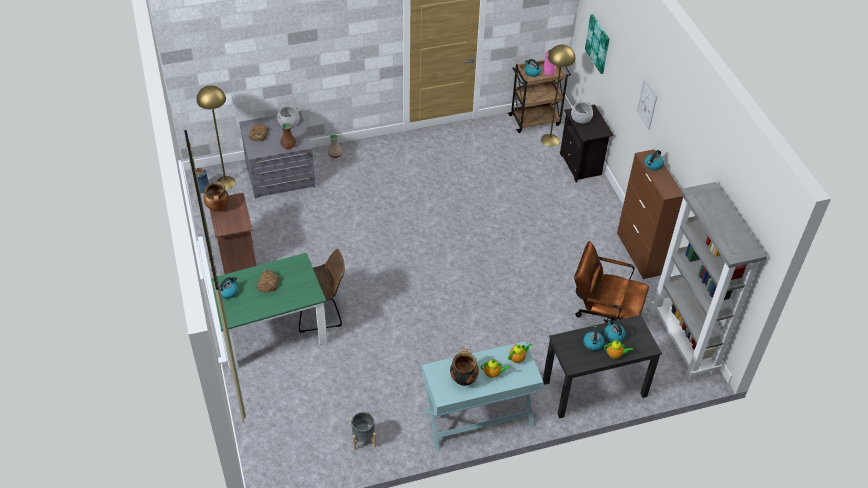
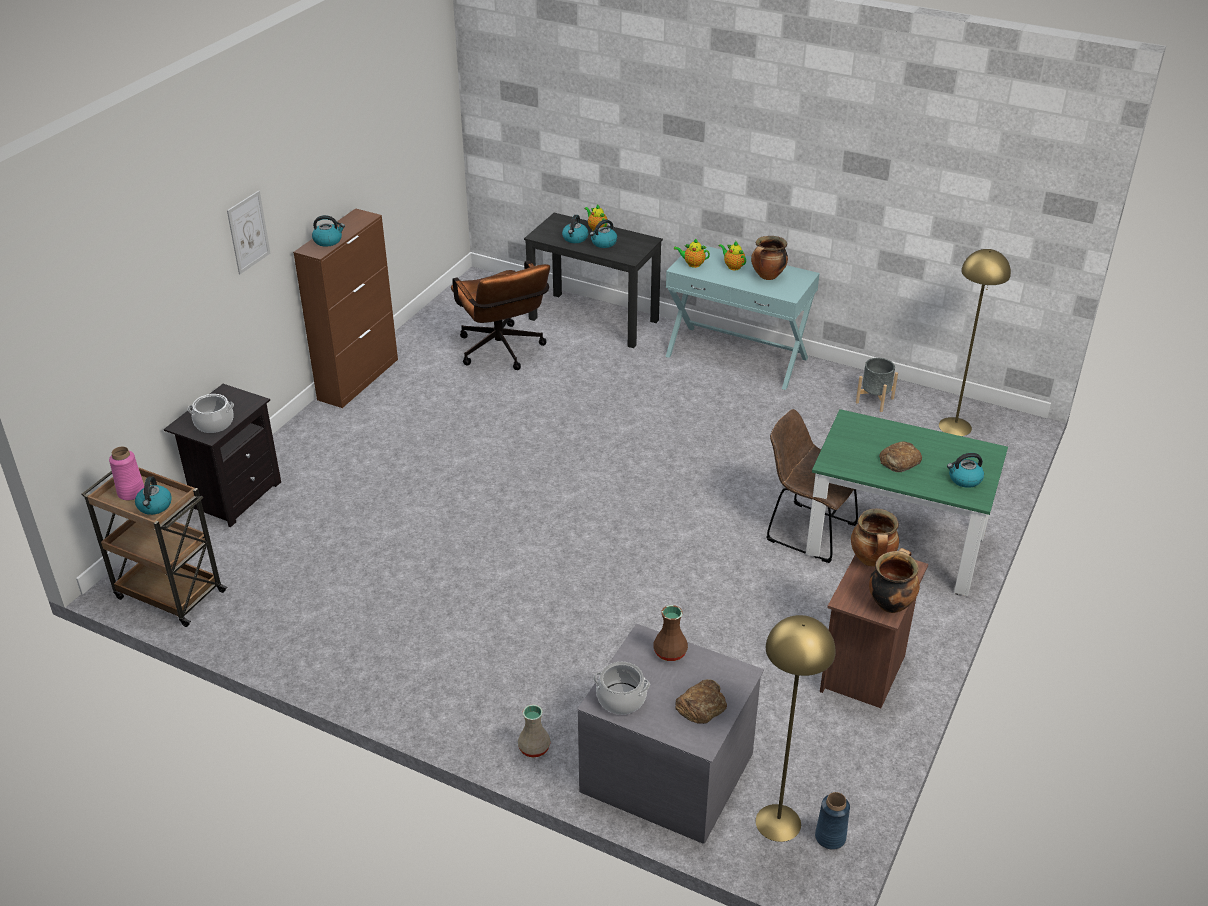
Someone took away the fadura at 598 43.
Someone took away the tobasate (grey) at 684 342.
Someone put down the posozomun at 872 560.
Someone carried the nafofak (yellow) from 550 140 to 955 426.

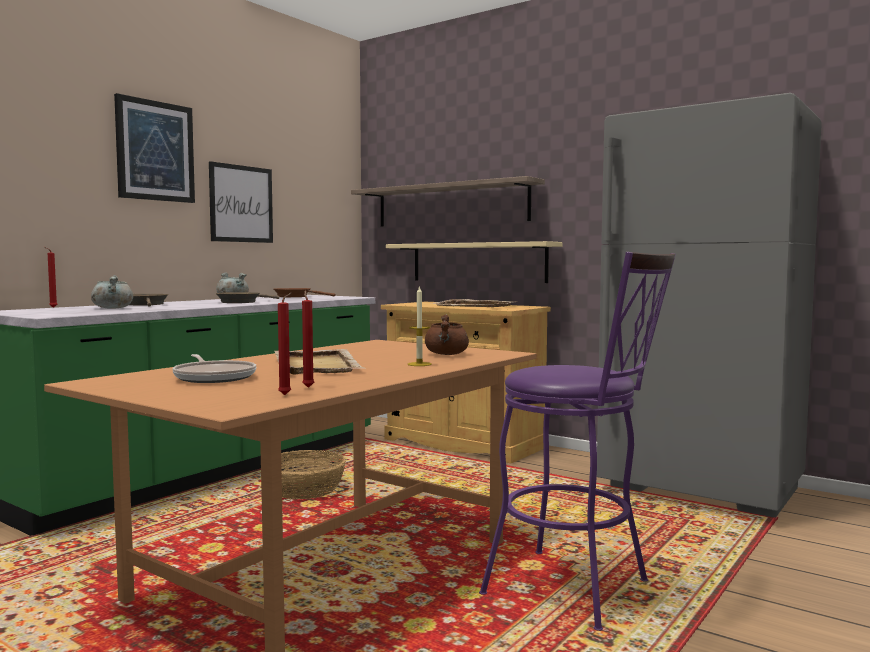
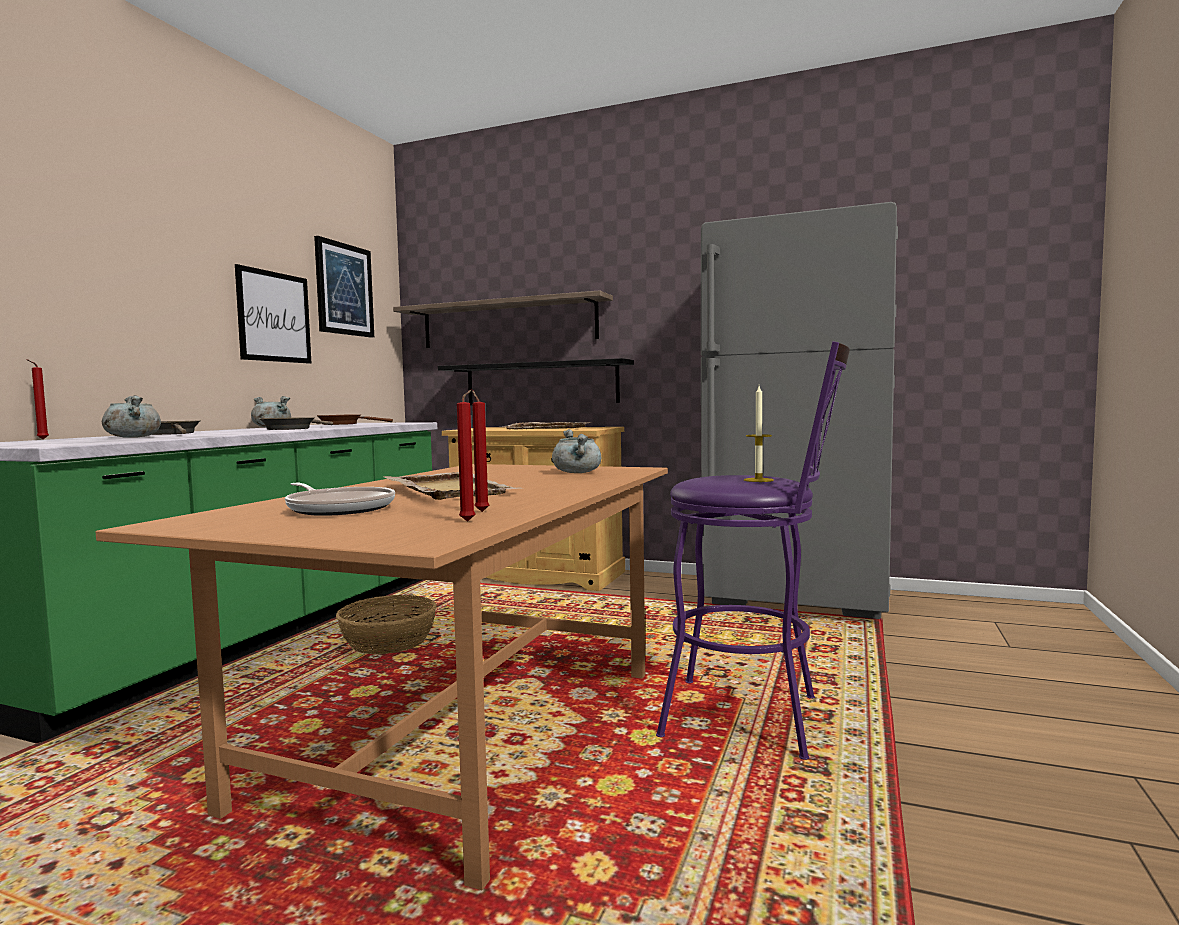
Someone carried the fadura from 155 151 to 344 289.
Someone carried the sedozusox from 419 364 to 758 480.
Someone repainted the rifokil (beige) at 477 262, which became the rifokil (black) at 541 383.
Someone repainted the posozomun (brown) at 447 354, which became the posozomun (grey) at 578 472.

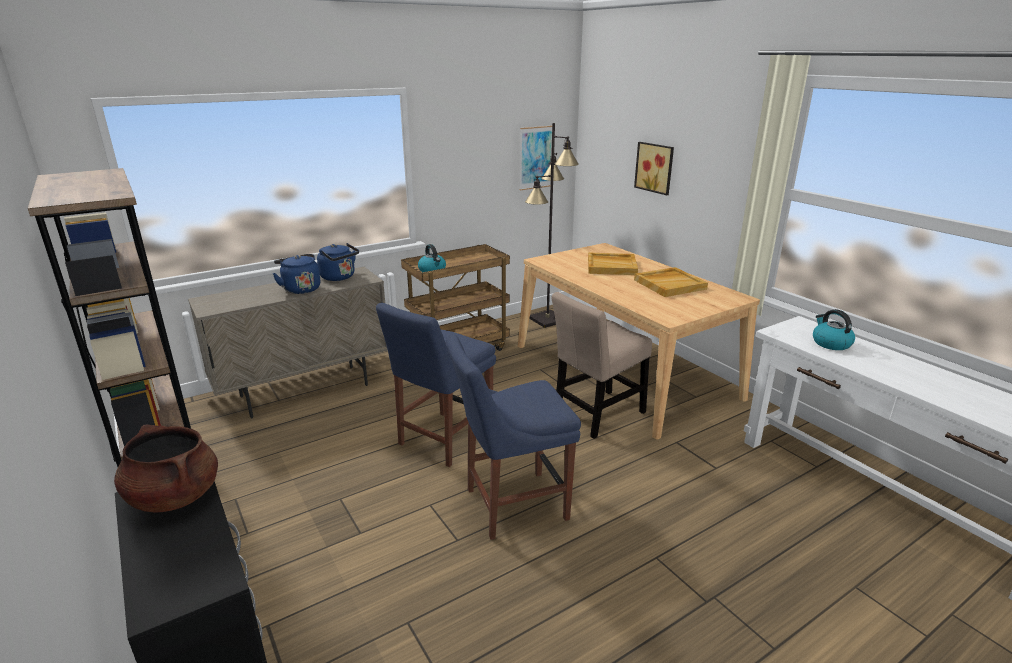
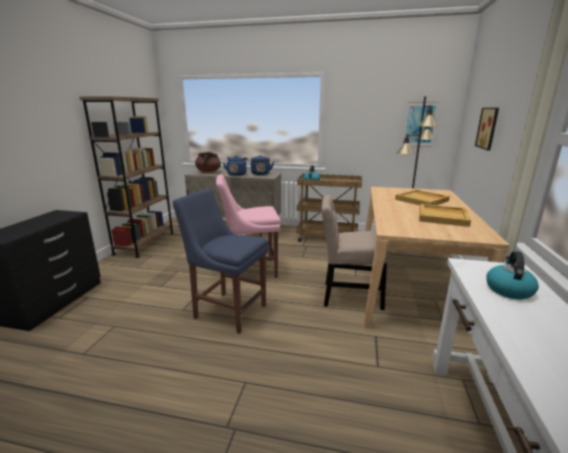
Someone carried the posozomun (brown) from 174 496 to 208 172.
Someone repainted the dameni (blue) at 442 440, which became the dameni (pink) at 250 270.

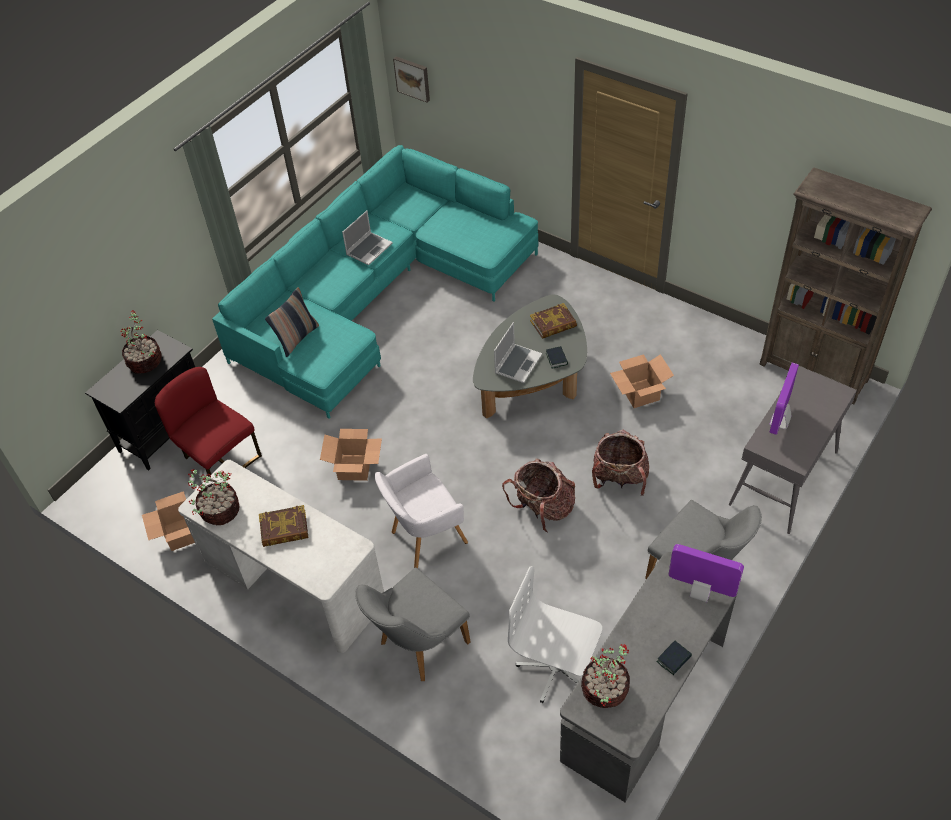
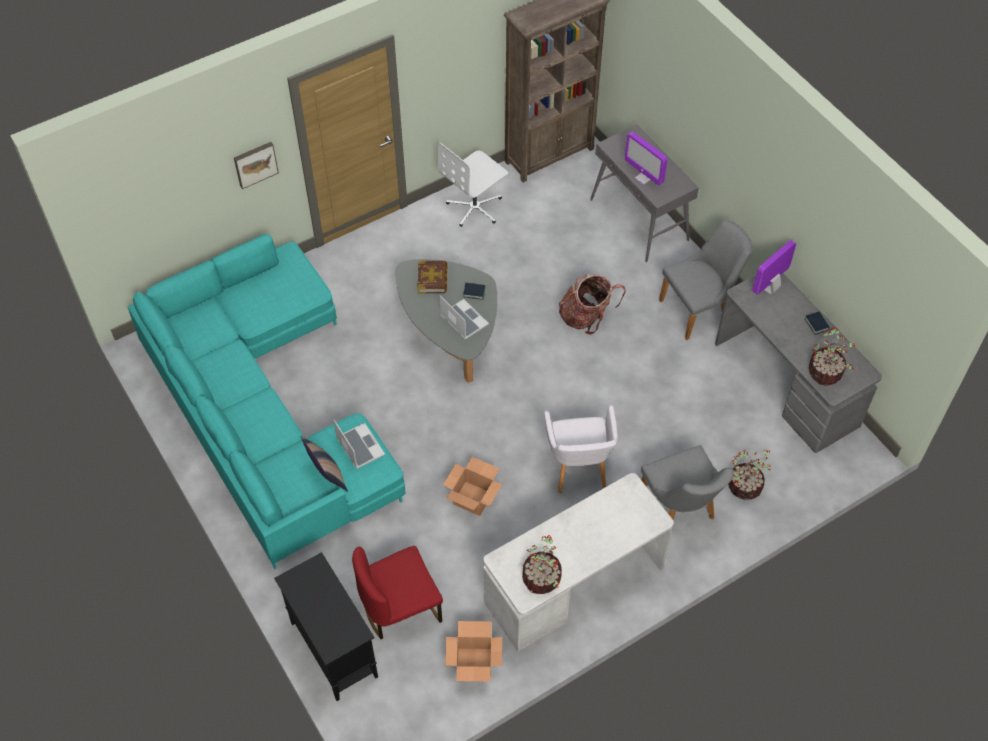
Someone took away the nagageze at 284 529.
Someone took away the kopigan at 543 509.
Someone took away the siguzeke at 640 394.
Someone carried the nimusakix from 145 362 to 745 486.
Someone carried the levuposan from 369 249 to 359 446.
Someone carried the fadura from 413 78 to 255 164.
Someone carried the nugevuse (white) from 556 669 to 475 207.

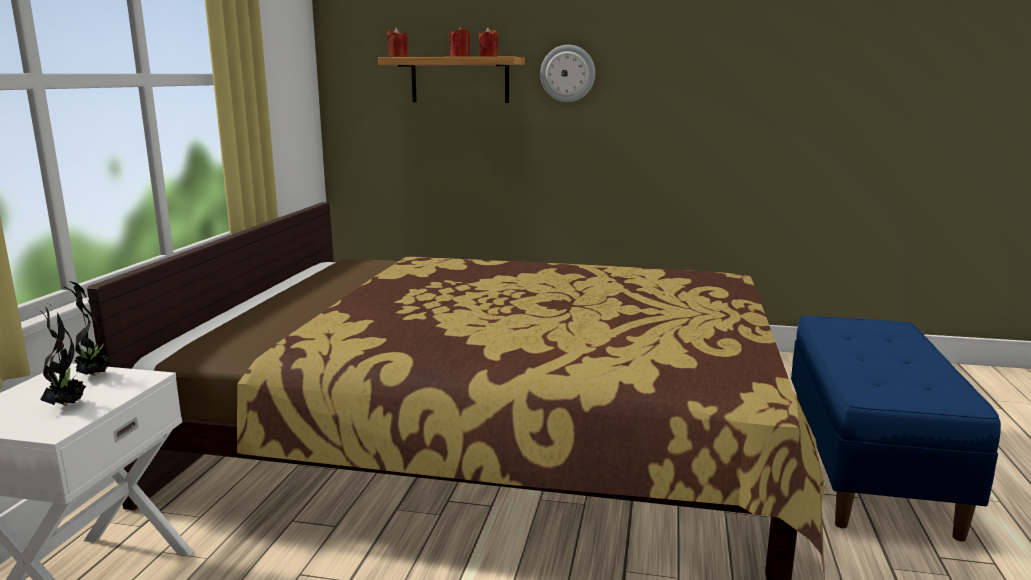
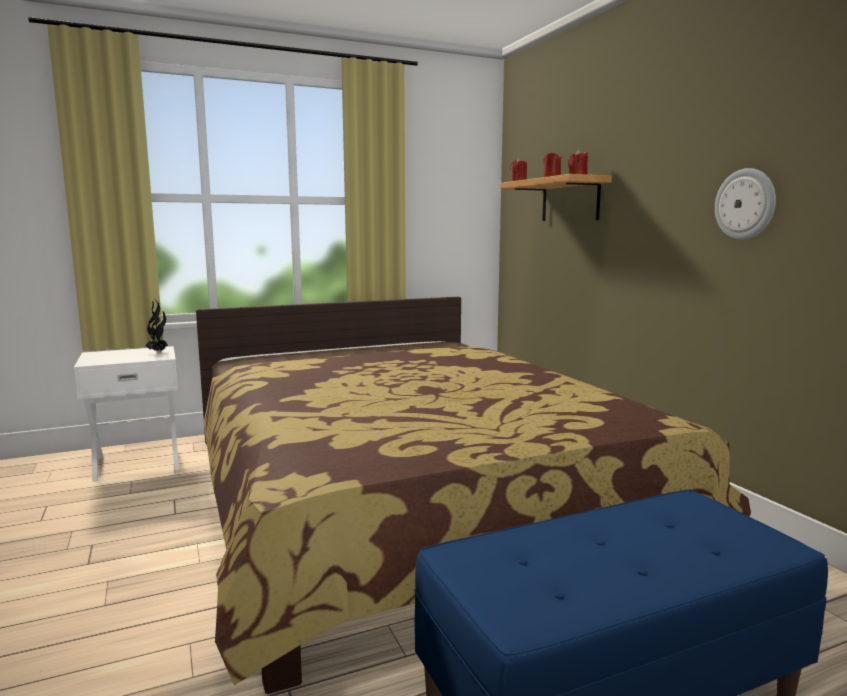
Someone took away the nimusakix at 67 405.
Someone carried the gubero from 567 73 to 745 204.

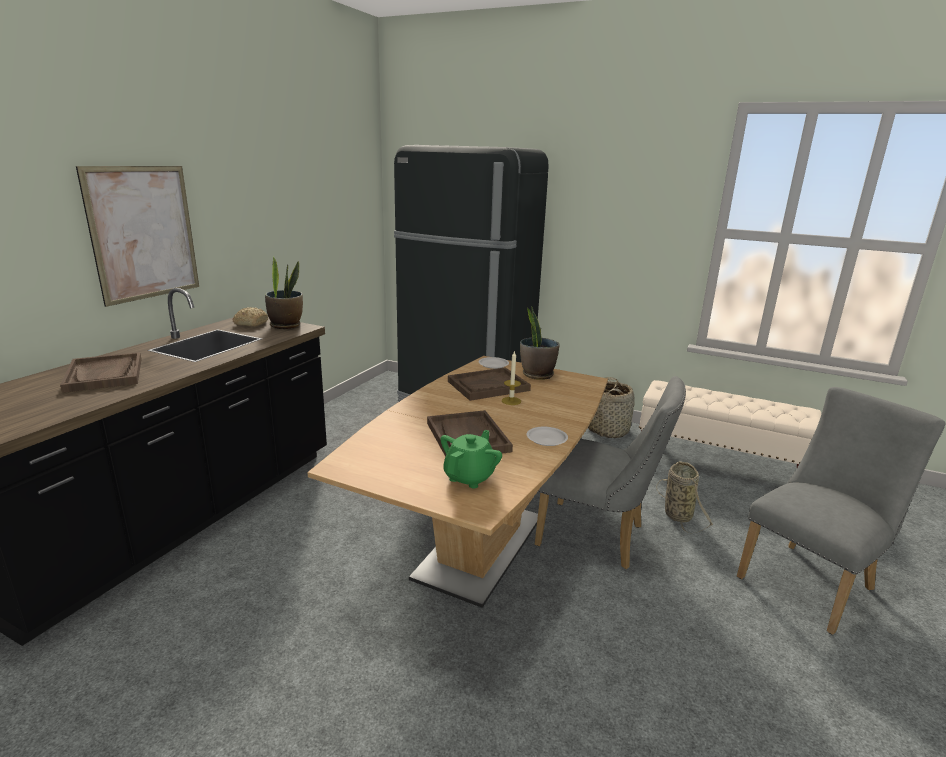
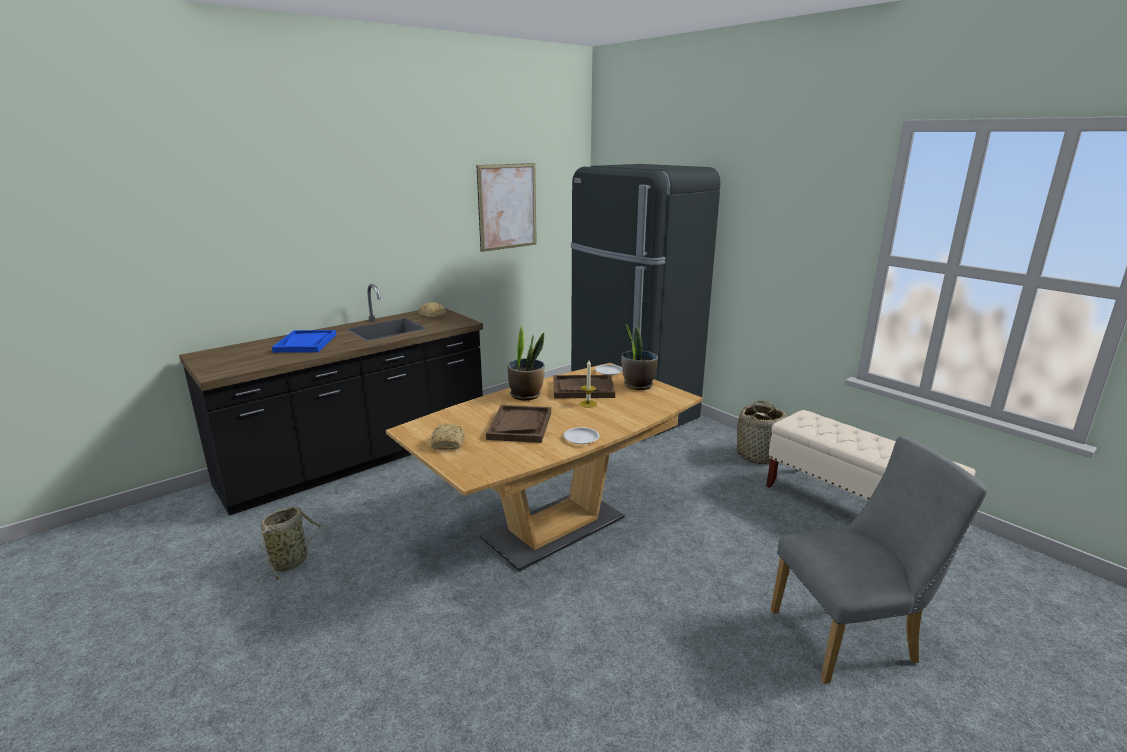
Someone took away the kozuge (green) at 469 477.
Someone took away the dameni (grey) at 598 537.
Someone put down the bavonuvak at 449 443.
Someone carried the fadura from 144 233 to 507 207.
Someone carried the nimusakix from 286 325 to 526 395.
Someone carried the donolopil from 676 513 to 292 561.
Someone repainted the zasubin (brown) at 105 374, which became the zasubin (blue) at 305 343.

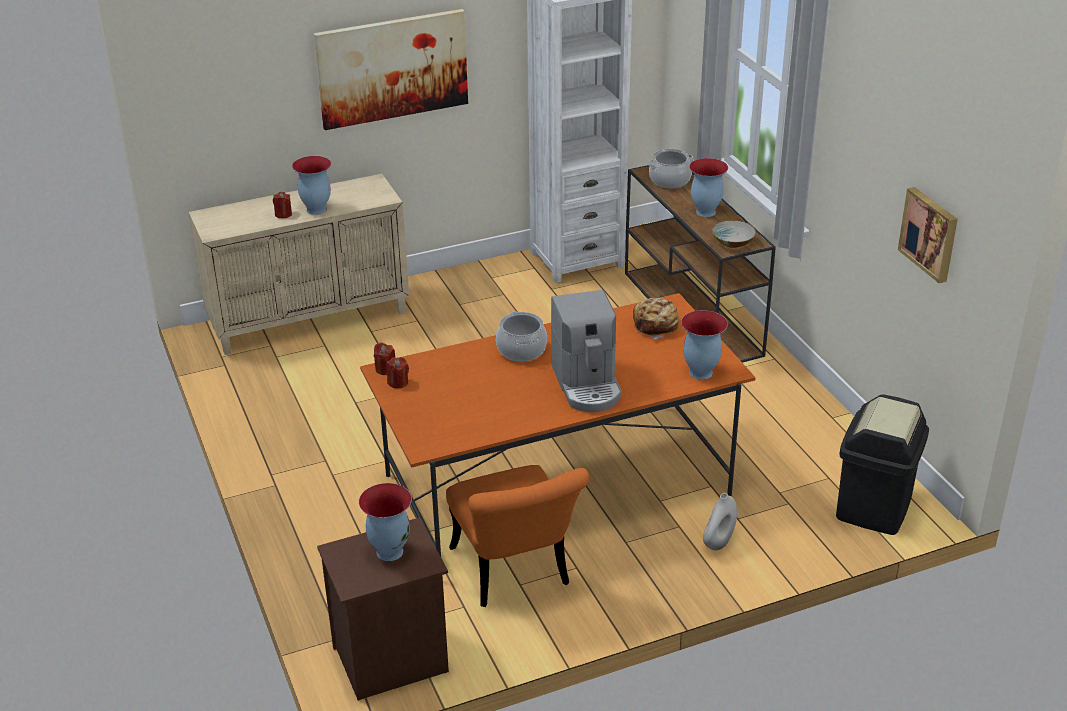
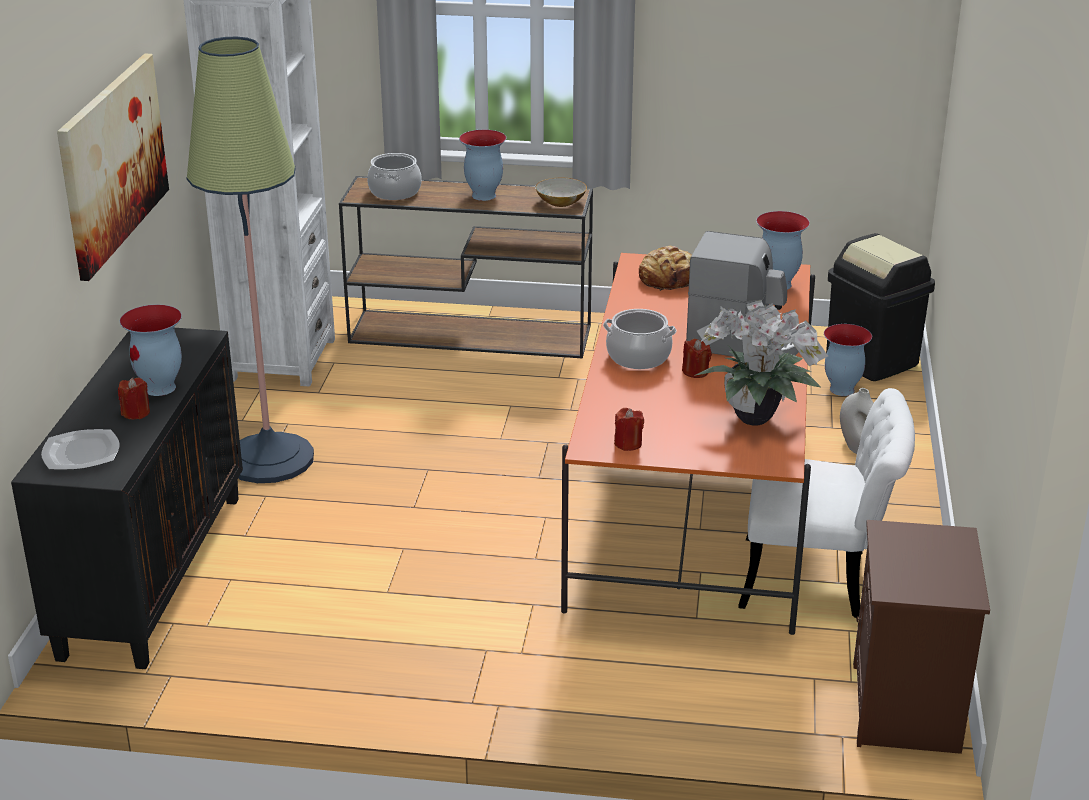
Someone took away the fadura at 930 234.
Someone put down the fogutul at 82 453.
Someone put down the nafofak at 269 459.
Someone put down the nimusakix at 757 420.
Someone carried the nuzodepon from 389 551 to 841 389.
Someone carried the sedozusox (red) from 385 369 to 695 372.
Someone repainted the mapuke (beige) at 310 318, which became the mapuke (black) at 152 573.
Someone repainted the dameni (orange) at 515 574, which became the dameni (white) at 819 580.

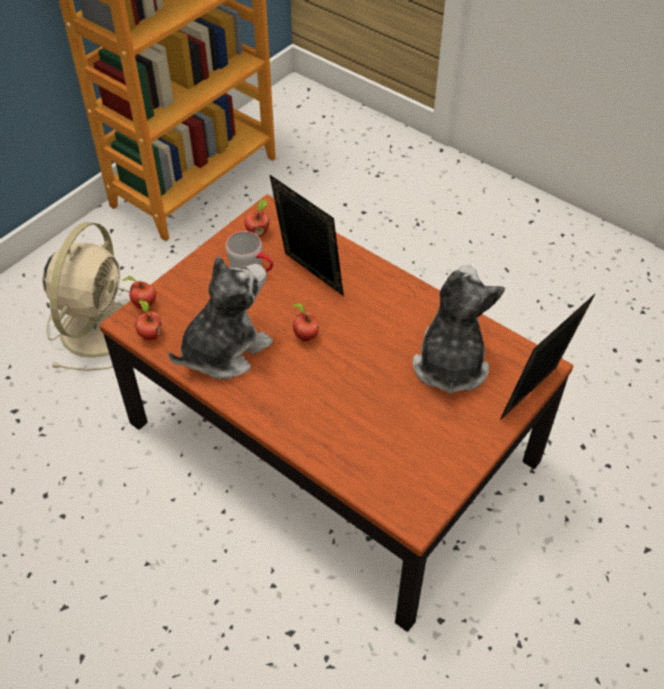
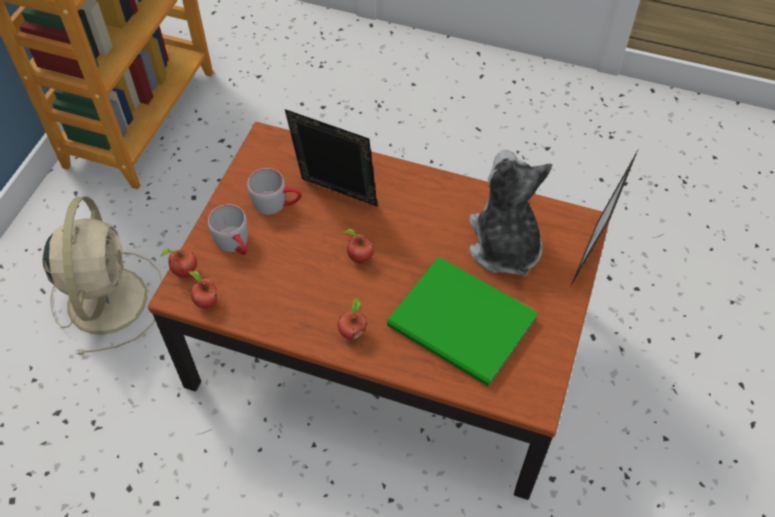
Someone took away the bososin at 224 350.
Someone put down the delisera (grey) at 236 245.
Someone put down the nagageze (green) at 463 326.
Someone carried the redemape from 258 232 to 352 332.

